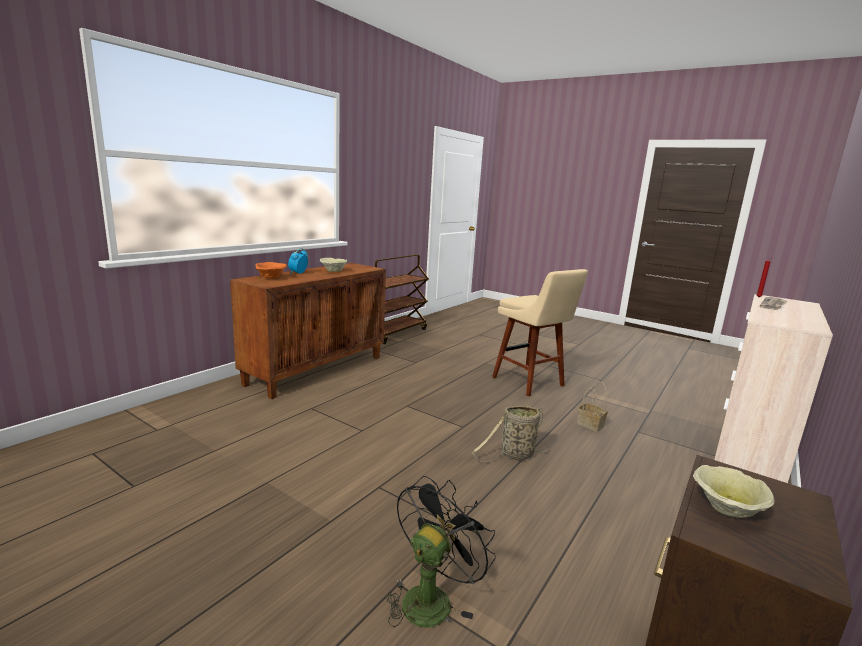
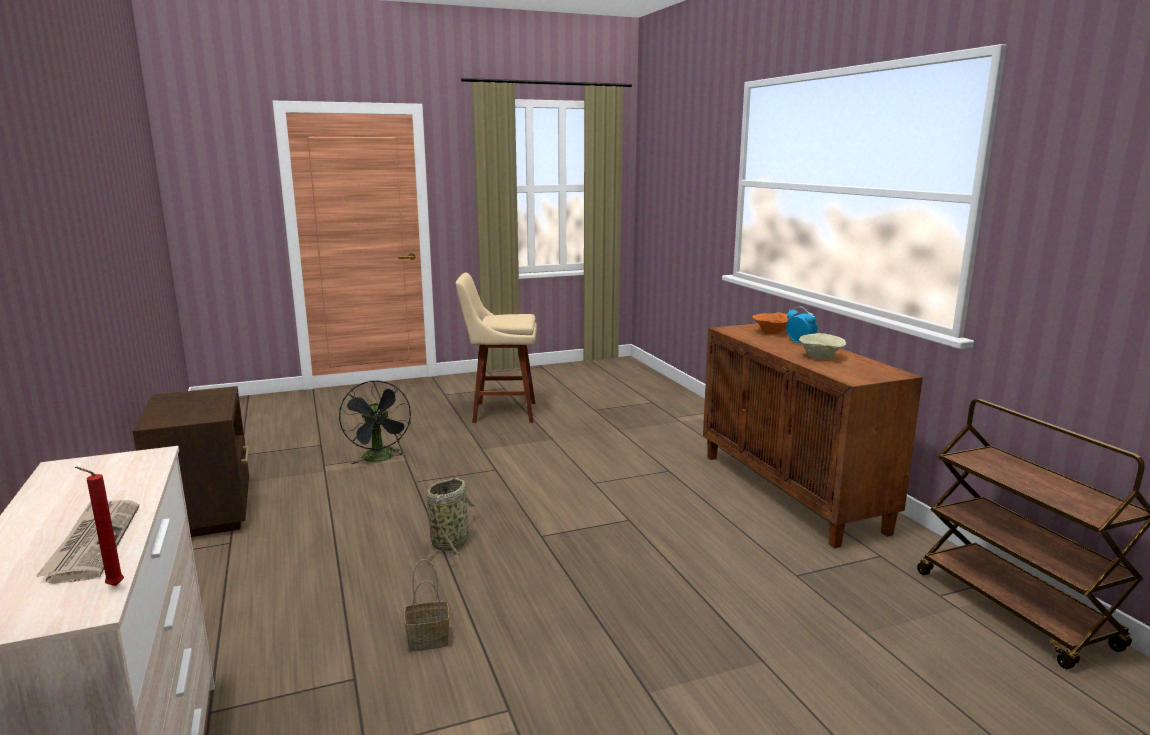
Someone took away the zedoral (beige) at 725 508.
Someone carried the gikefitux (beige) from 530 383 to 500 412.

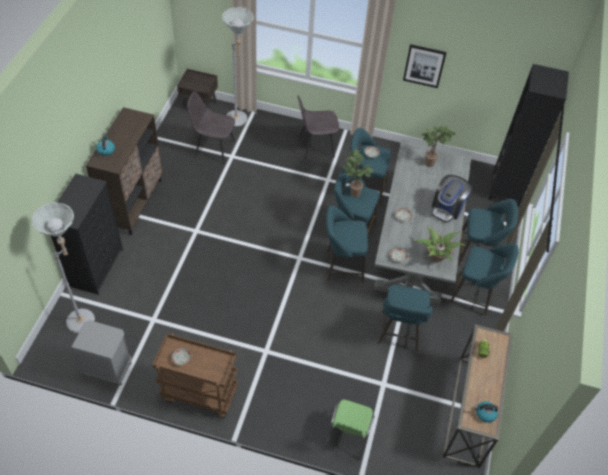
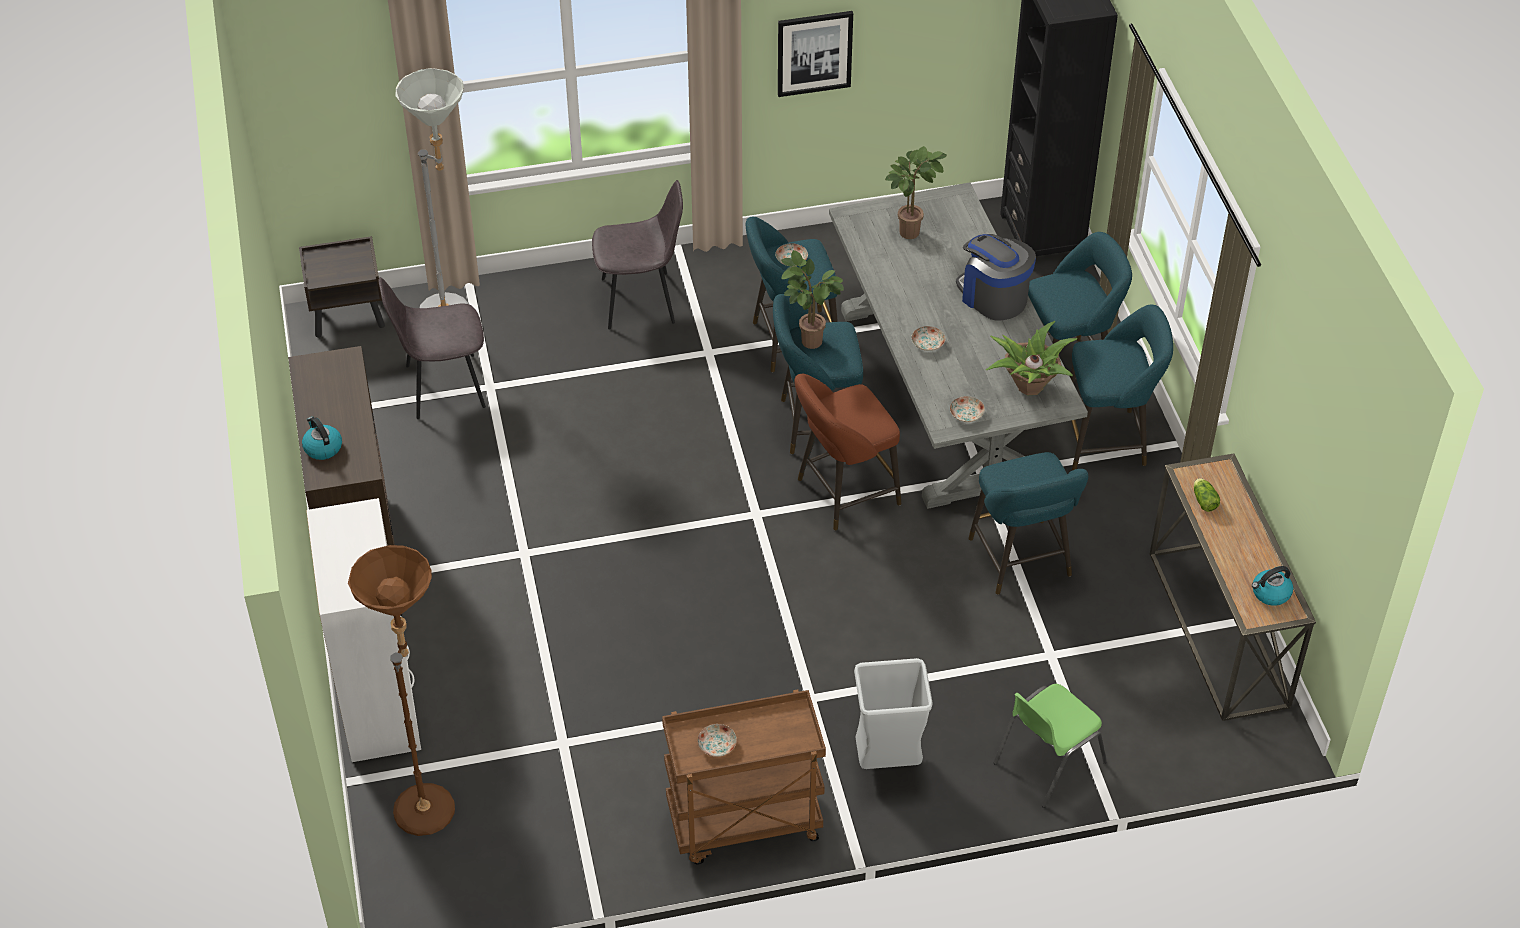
Someone took away the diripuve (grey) at 108 369.
Someone put down the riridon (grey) at 887 762.
Someone repainted the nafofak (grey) at 85 317, which became the nafofak (brown) at 427 799.
Someone repainted the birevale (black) at 97 267, which became the birevale (white) at 379 703.
Someone repainted the gikefitux (turquoise) at 342 266, which became the gikefitux (brown) at 843 494.
Someone rotated the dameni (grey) at 315 146 by 150 degrees counterclockwise.
Someone rotated the dameni (green) at 348 435 by 60 degrees clockwise.
Someone rotated the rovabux at 447 208 by 135 degrees clockwise.

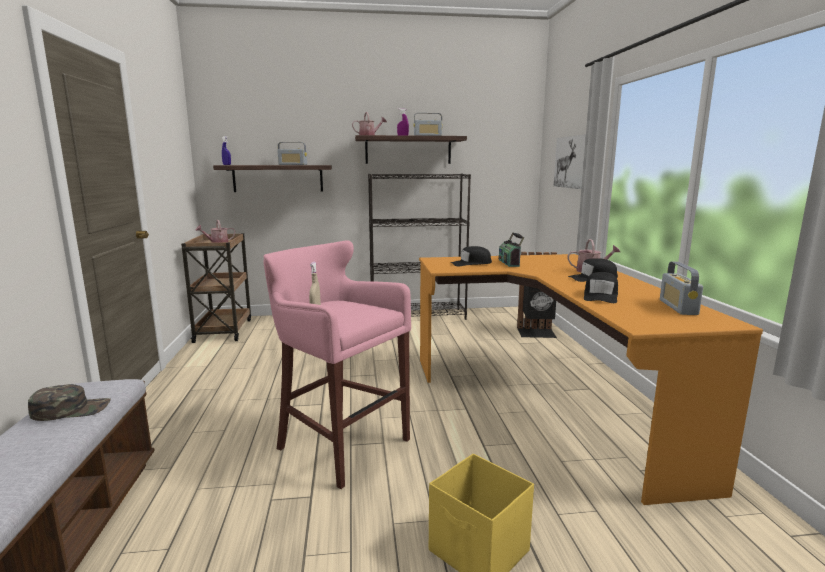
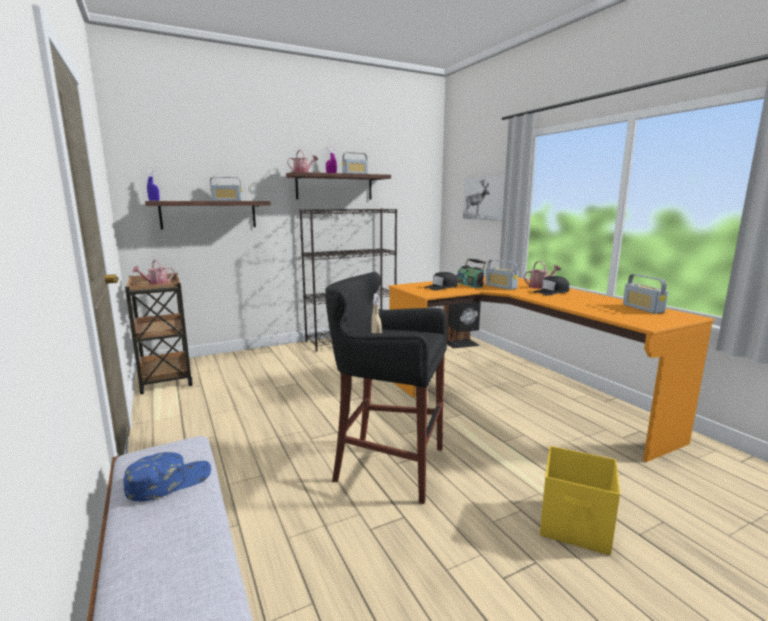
Someone took away the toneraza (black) at 600 296.
Someone put down the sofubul at 500 287.
Someone repainted the toneraza (green) at 71 409, which became the toneraza (blue) at 169 481.
Someone repainted the gikefitux (pink) at 340 444, which became the gikefitux (black) at 386 465.

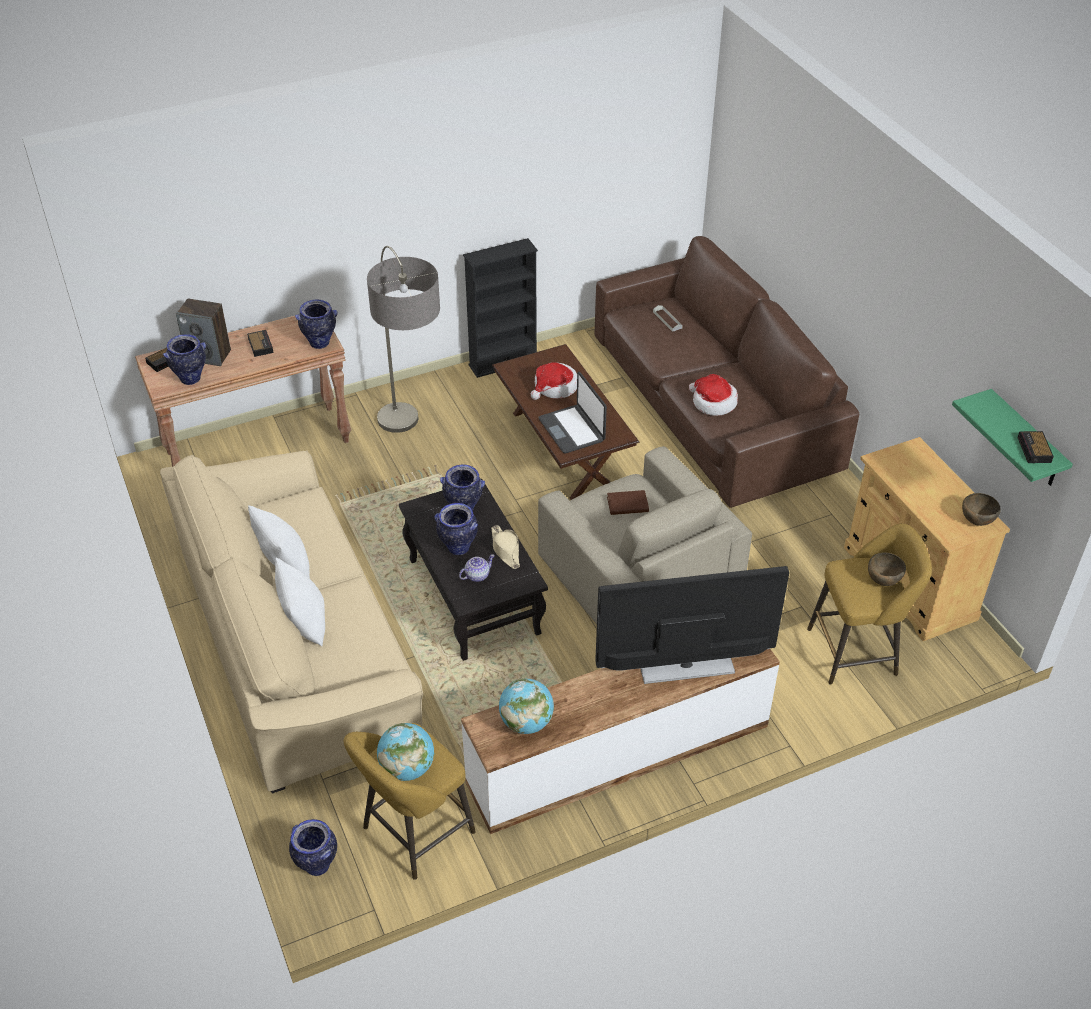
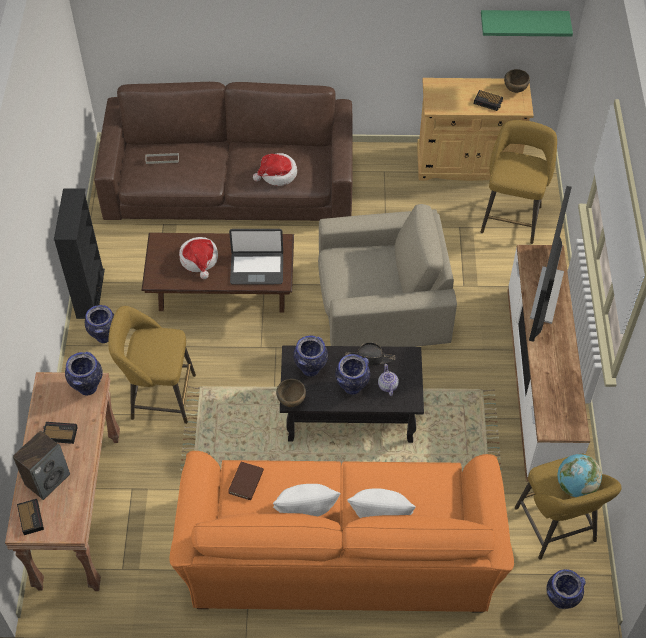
Someone took away the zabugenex at 526 723.
Someone carried the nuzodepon from 191 379 to 104 336.
Someone carried the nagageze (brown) from 627 505 to 246 482.
Someone carried the zedoral (brown) from 883 582 to 291 401.
Someone carried the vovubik from 1034 450 to 488 102.
Someone swapped the nafofak at 411 450 for the gikefitux (yellow) at 159 396.
Someone repainted the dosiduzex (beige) at 298 645, which became the dosiduzex (orange) at 340 550.
Someone repainted the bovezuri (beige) at 505 550, which became the bovezuri (black) at 370 358.

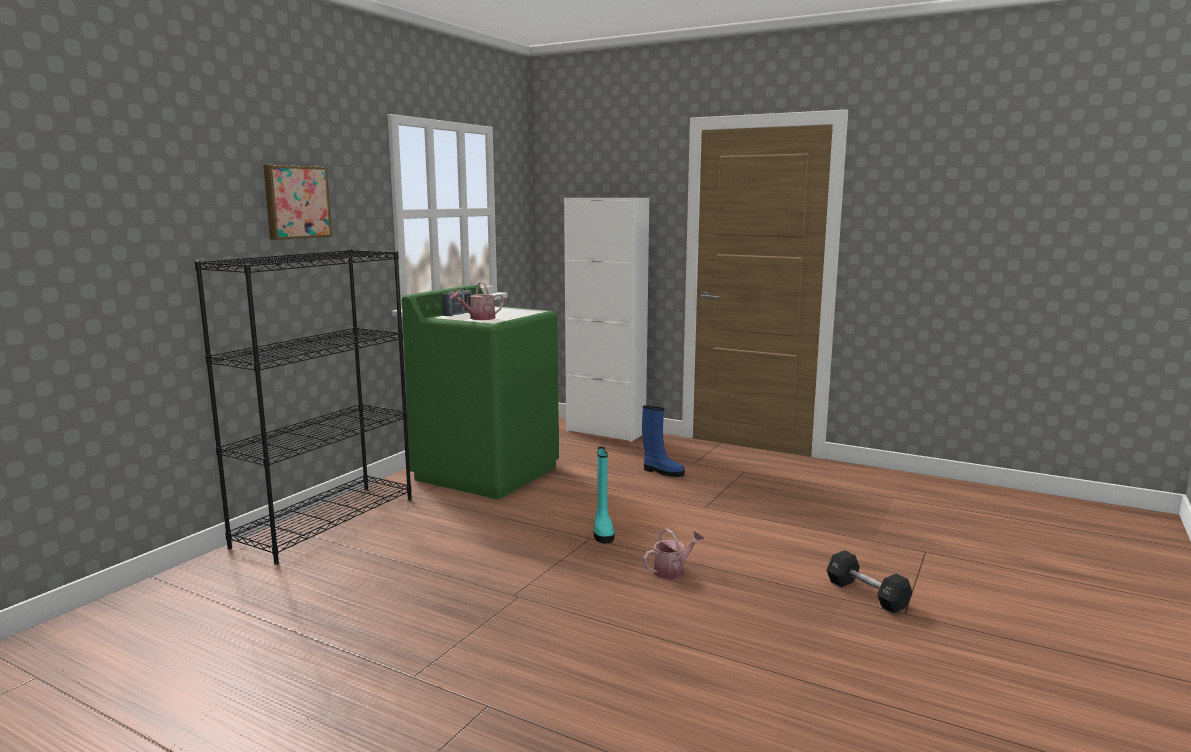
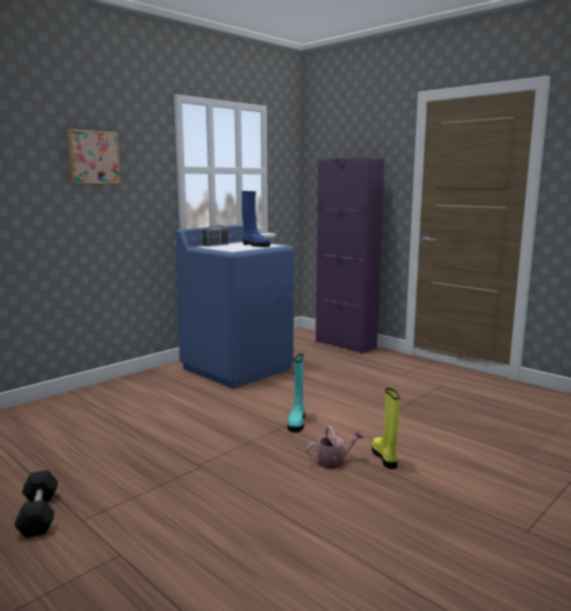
Someone took away the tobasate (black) at 326 521.
Someone took away the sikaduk at 479 318.
Someone put down the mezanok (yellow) at 385 457.
Someone carried the mezanok (blue) from 662 472 to 255 245.
Someone carried the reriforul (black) from 867 594 to 39 514.
Someone repainted the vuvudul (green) at 487 473, which became the vuvudul (blue) at 237 368.
Someone repainted the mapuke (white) at 605 432, which became the mapuke (purple) at 345 345.

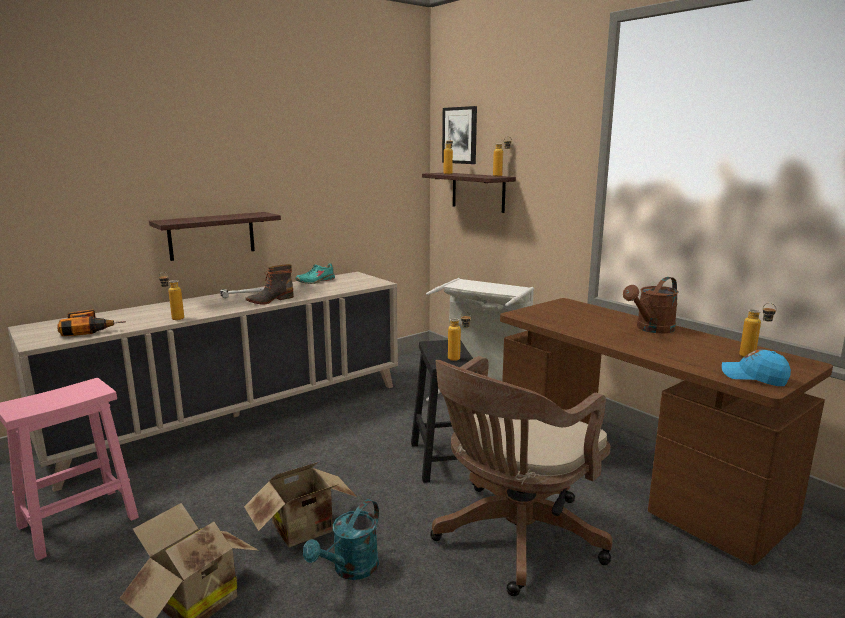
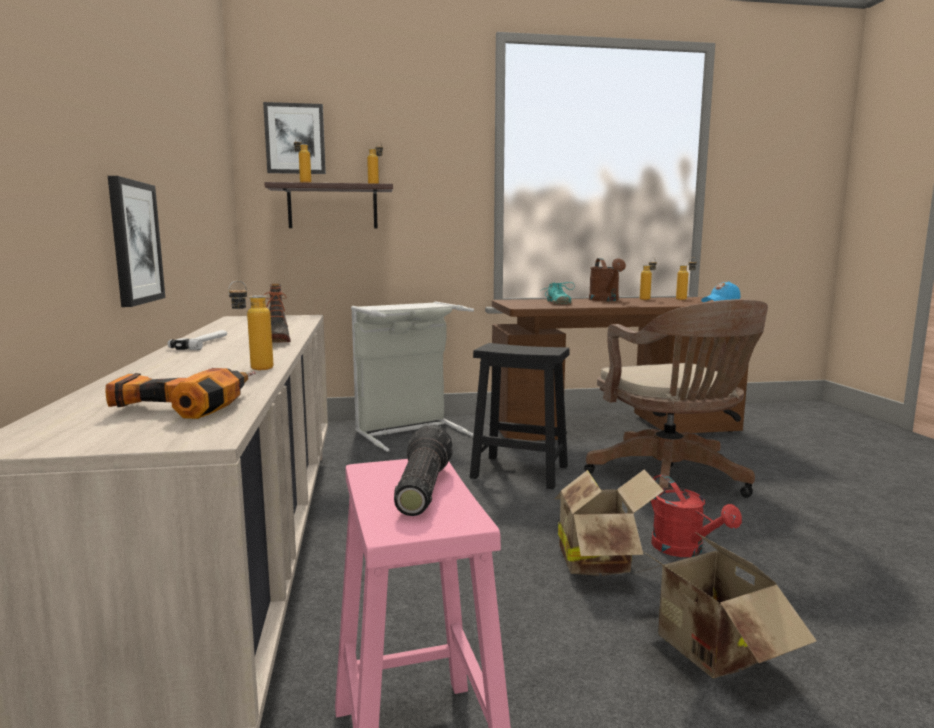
Someone put down the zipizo at 420 488.
Someone carried the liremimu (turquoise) from 315 281 to 557 303.
Someone carried the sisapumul from 459 359 to 647 299.
Someone swapped the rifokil at 212 235 for the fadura at 134 242.
Someone repainted the sikaduk (turquoise) at 350 570, which became the sikaduk (red) at 684 550.

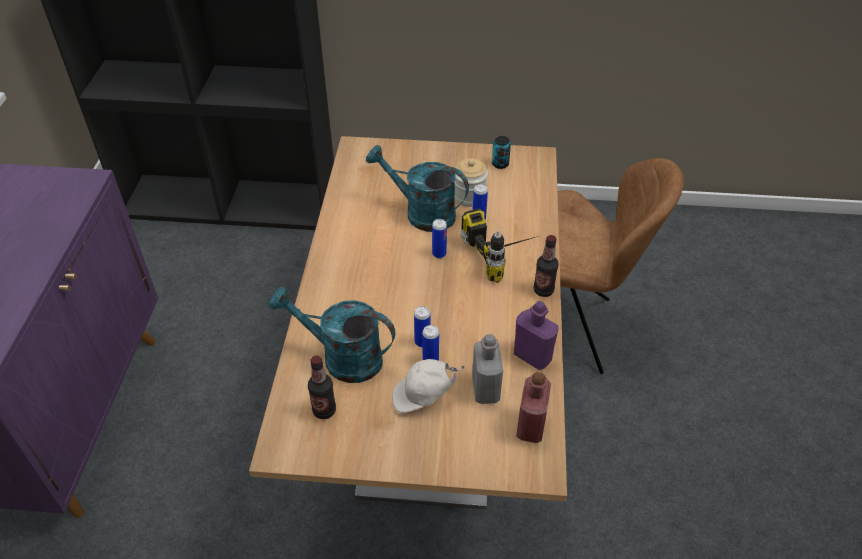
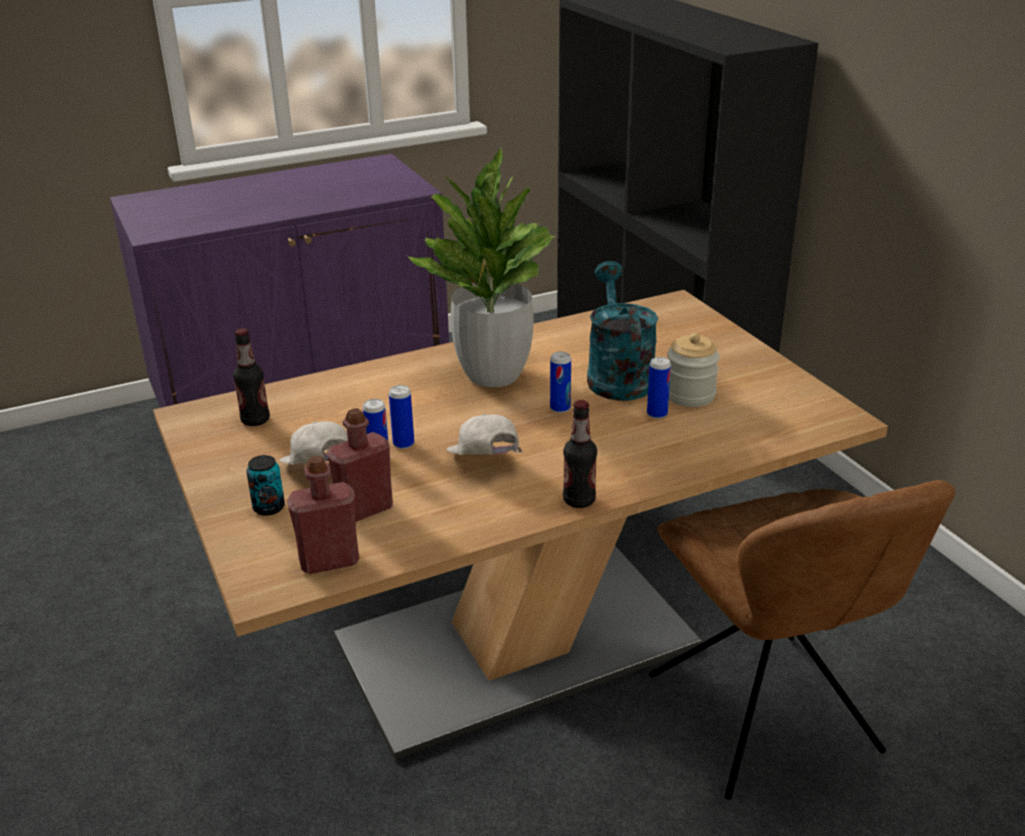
Someone took away the sikaduk (turquoise) at 342 358.
Someone took away the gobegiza at 506 254.
Someone took away the sisapumul (purple) at 532 356.
Someone put down the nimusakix at 493 375.
Someone put down the toneraza (white) at 485 464.
Someone carried the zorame from 500 164 to 269 507.
Someone repainted the sisapumul (grey) at 485 389, which became the sisapumul (red) at 364 509.

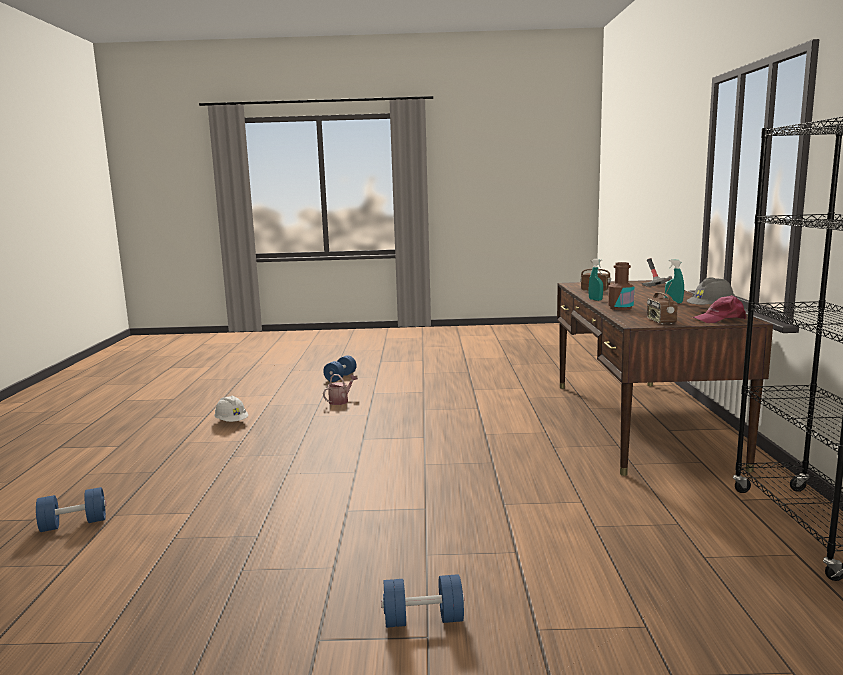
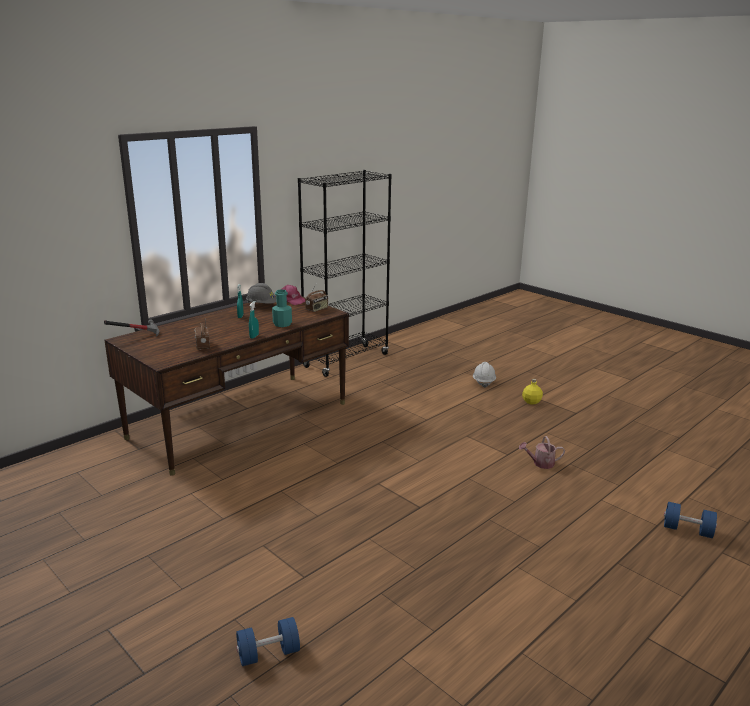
Someone carried the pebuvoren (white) from 232 422 to 483 382.
Someone carried the sikaduk from 340 401 to 540 463.
Someone swapped the reriforul (blue) at 423 620 for the sisapumul (yellow) at 532 402.
Someone repainted the sisapumul (brown) at 620 308, which became the sisapumul (turquoise) at 282 324.

